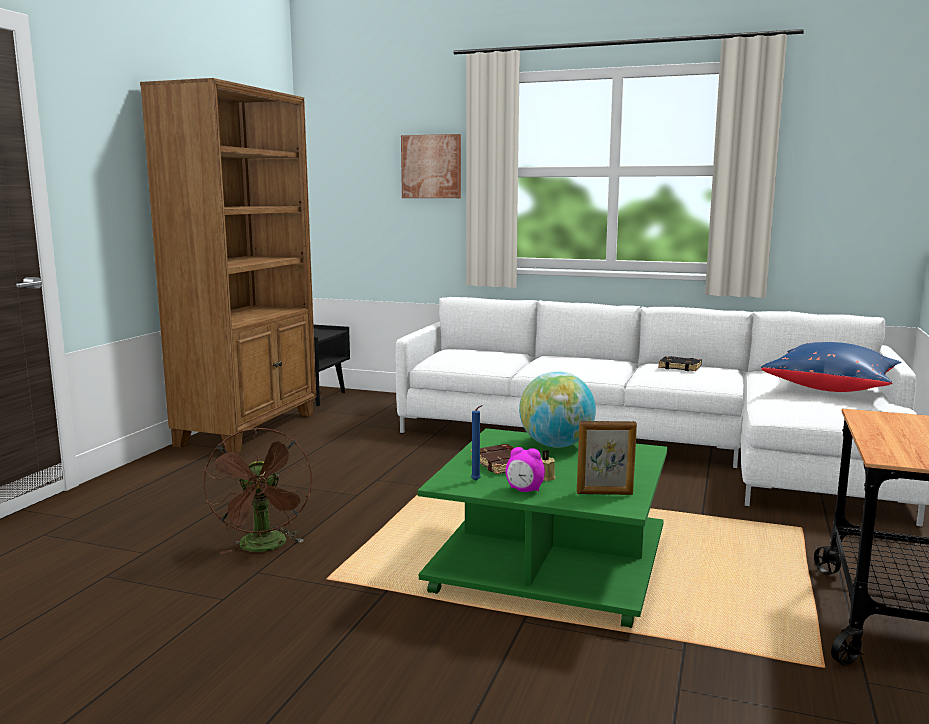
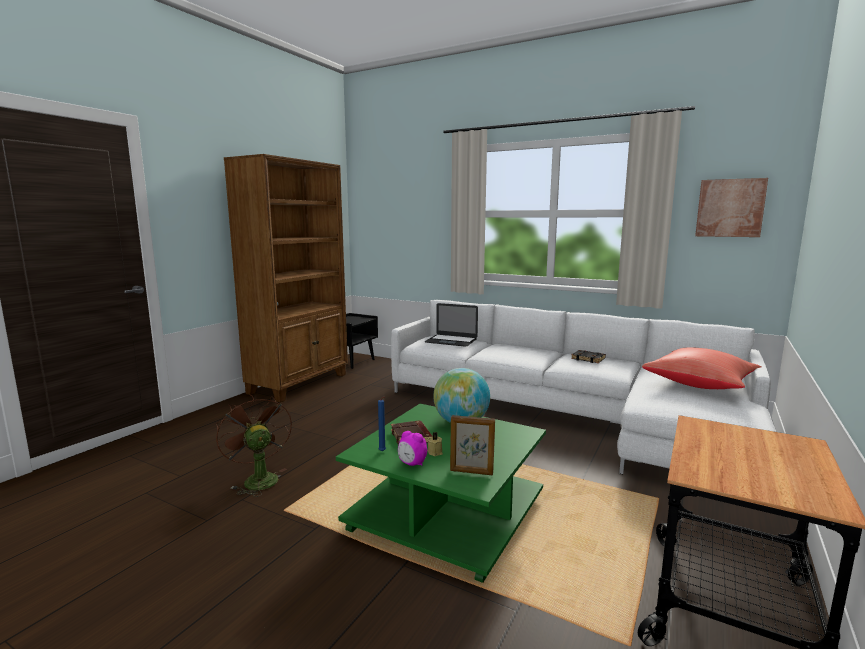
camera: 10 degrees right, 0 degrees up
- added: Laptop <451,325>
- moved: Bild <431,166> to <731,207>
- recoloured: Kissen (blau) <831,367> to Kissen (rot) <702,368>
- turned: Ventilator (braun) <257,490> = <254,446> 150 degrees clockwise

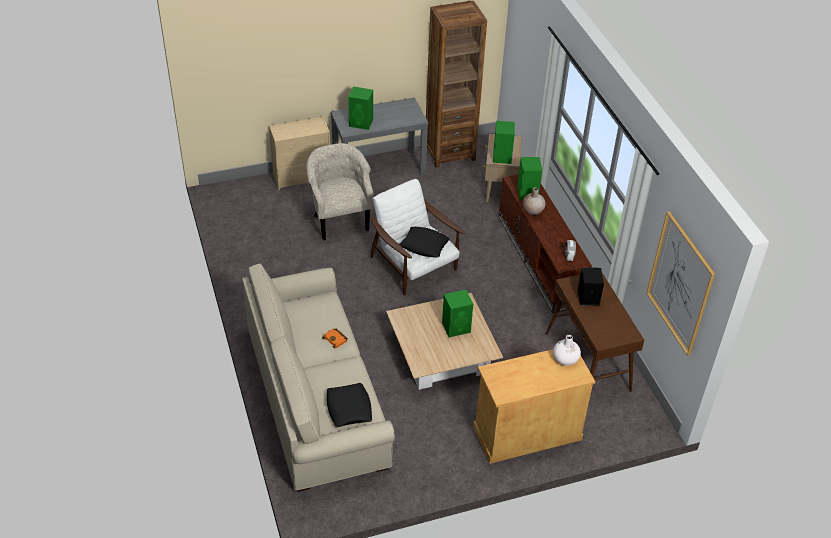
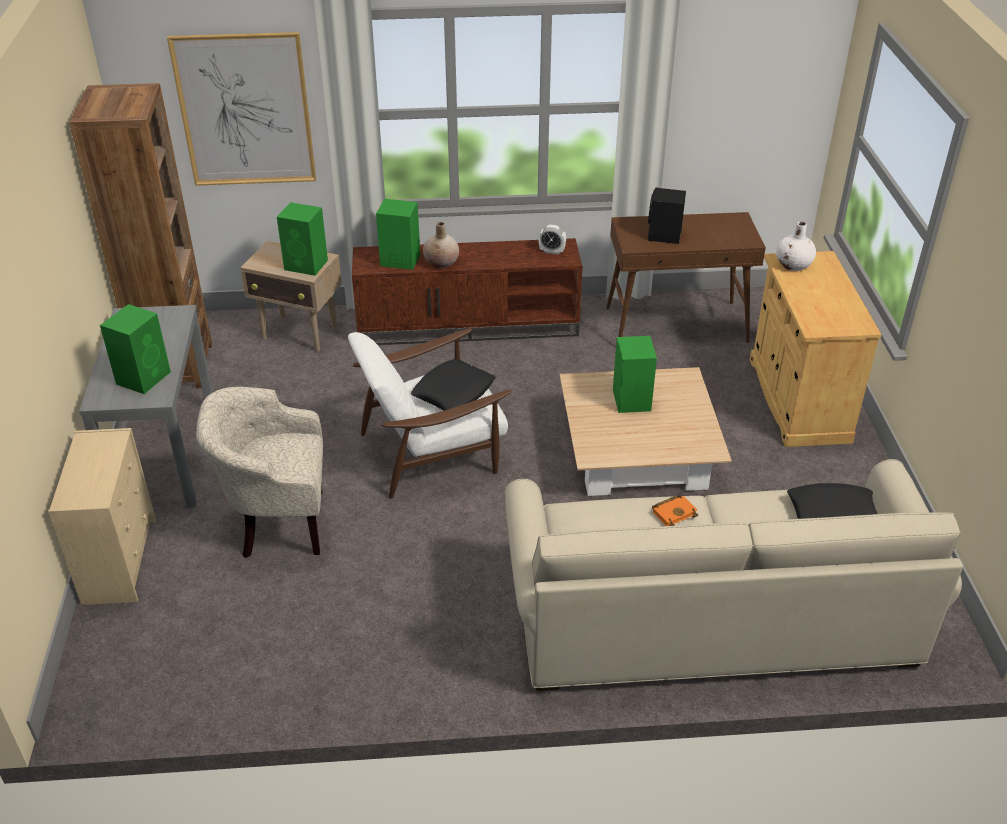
camera: 75 degrees left, 5 degrees down
- moved: Bild <680,283> to <241,109>

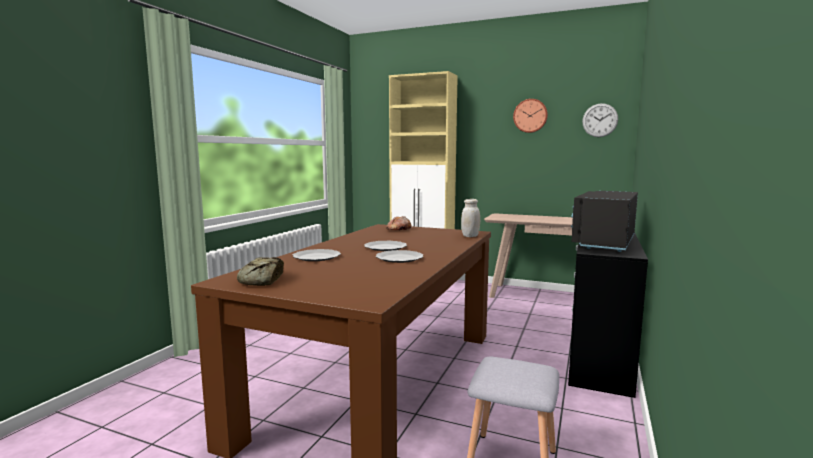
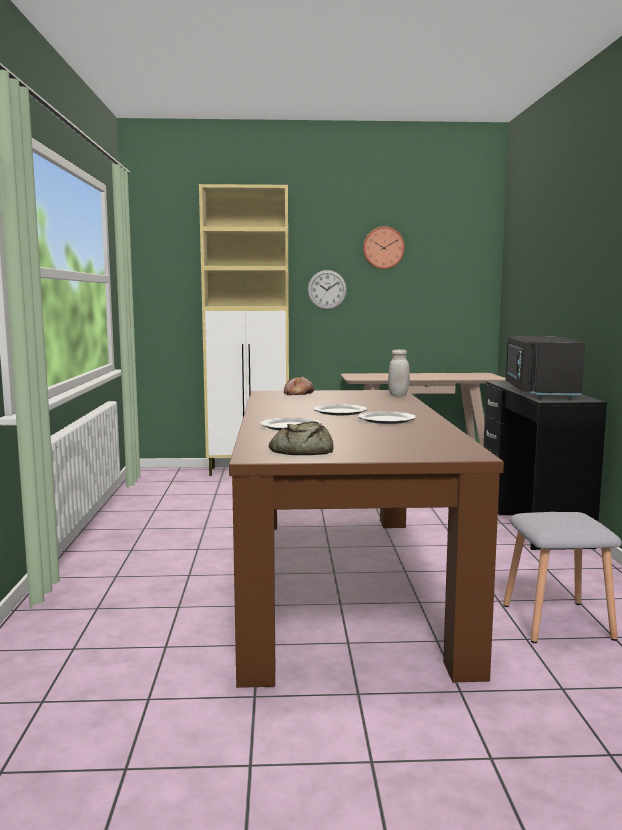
camera: 25 degrees left, 0 degrees up
- moved: Wanduhr <600,120> to <327,290>

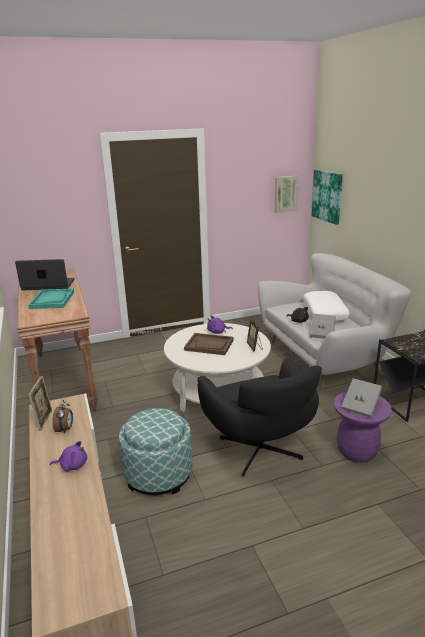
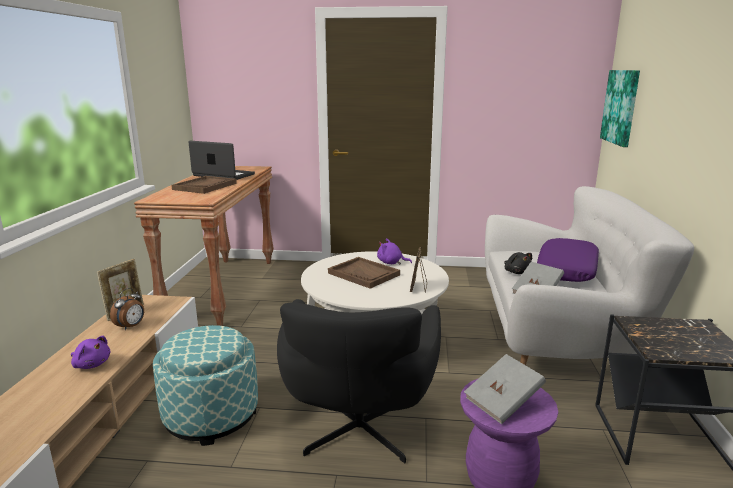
camera: 25 degrees right, 5 degrees down
- removed: Bild <286,194>
- recoloured: Tablett (türkis) <51,298> to Tablett (braun) <204,185>
- recoloured: Kissen (weiß) <326,306> to Kissen (lila) <568,260>

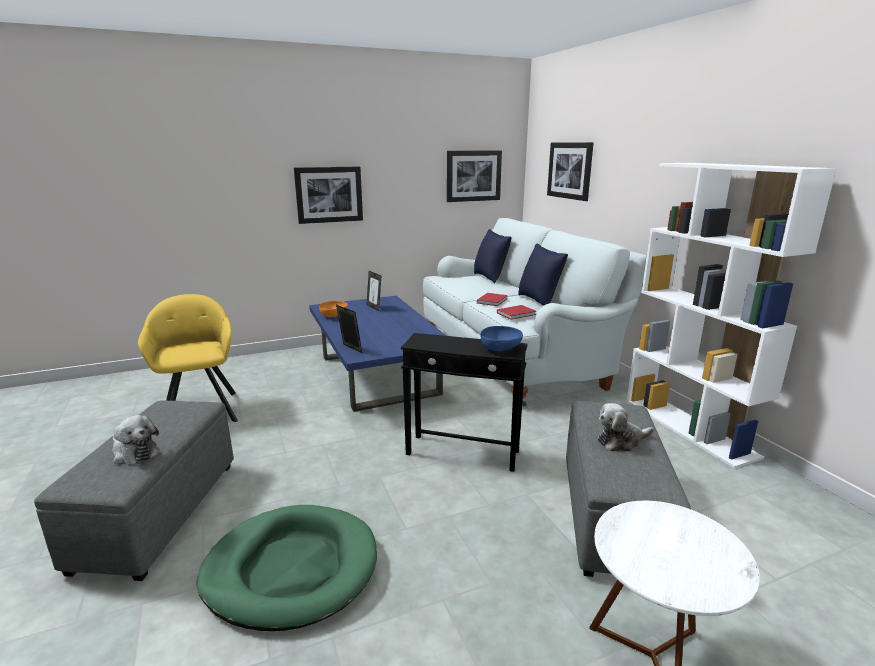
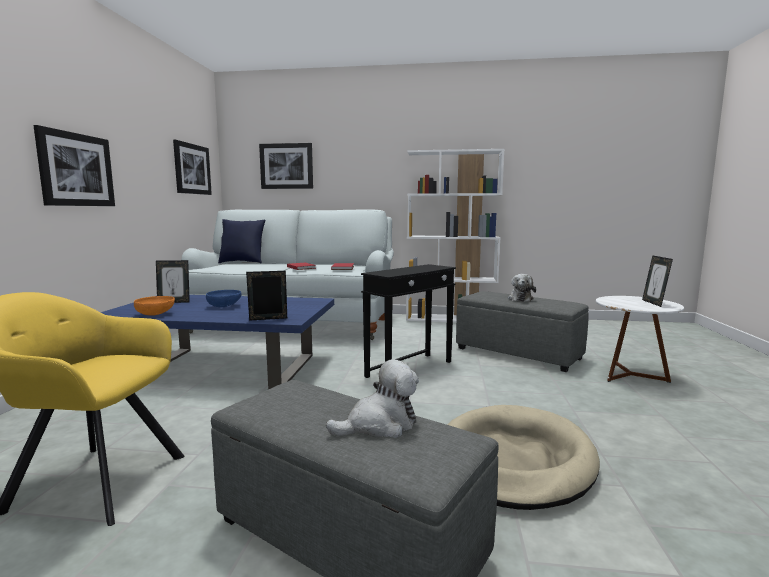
camera: 60 degrees left, 10 degrees down
- removed: Kissen (blau) <543,275>
- added: Bilderrahmen <657,281>
- moved: Schüssel (blau) <501,338> to <224,299>
- recoloured: Hundebett (grün) <287,568> to Hundebett (beige) <523,457>

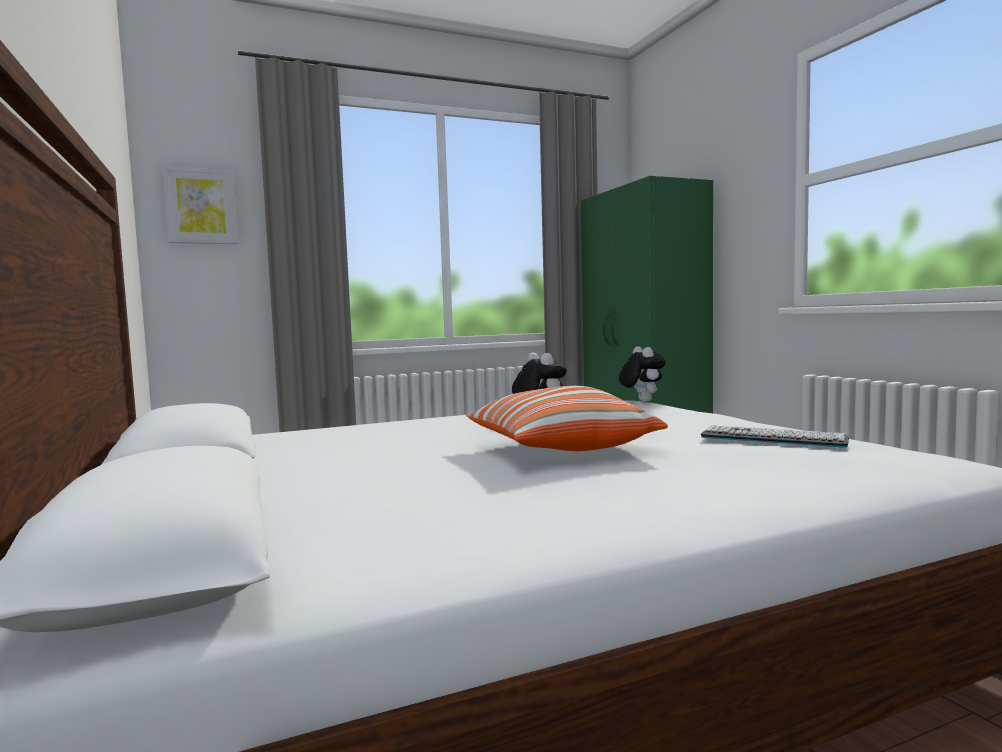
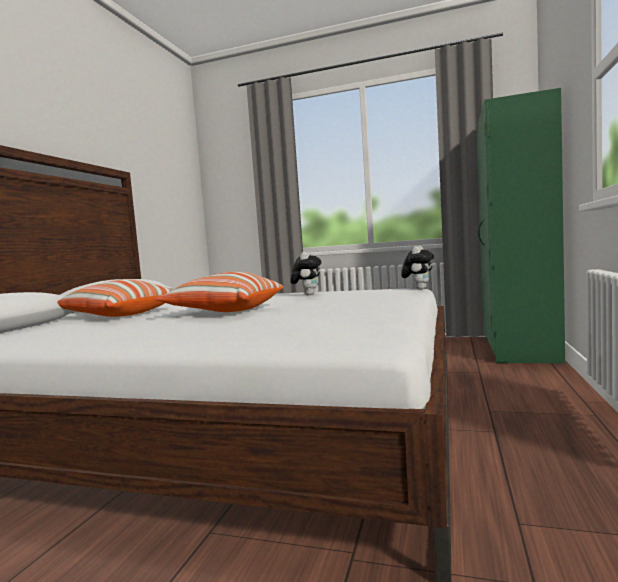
camera: 40 degrees right, 0 degrees up
- removed: Bild <200,205>
- removed: Tastatur <774,436>
- added: Kissen <114,298>

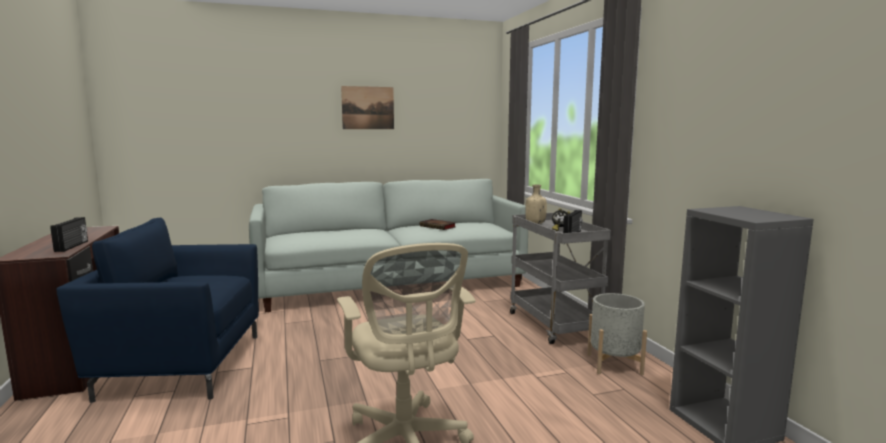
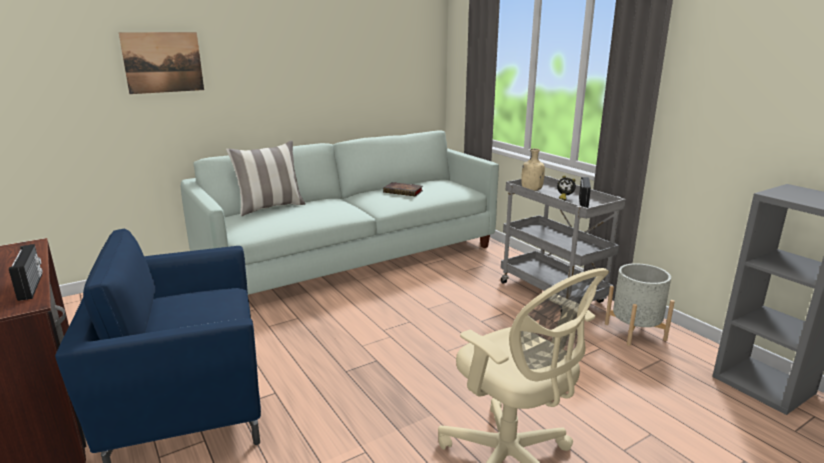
camera: 15 degrees left, 10 degrees up
- added: Kissen <266,178>
- moved: Bild <367,107> to <161,63>

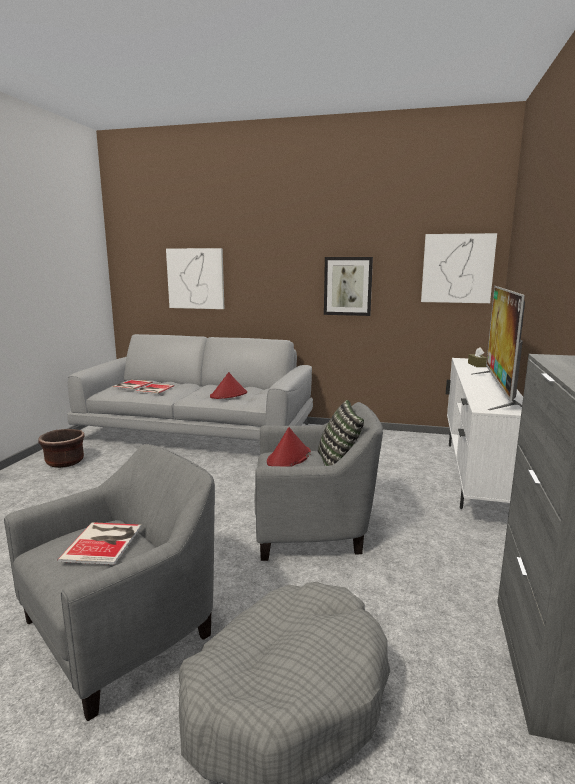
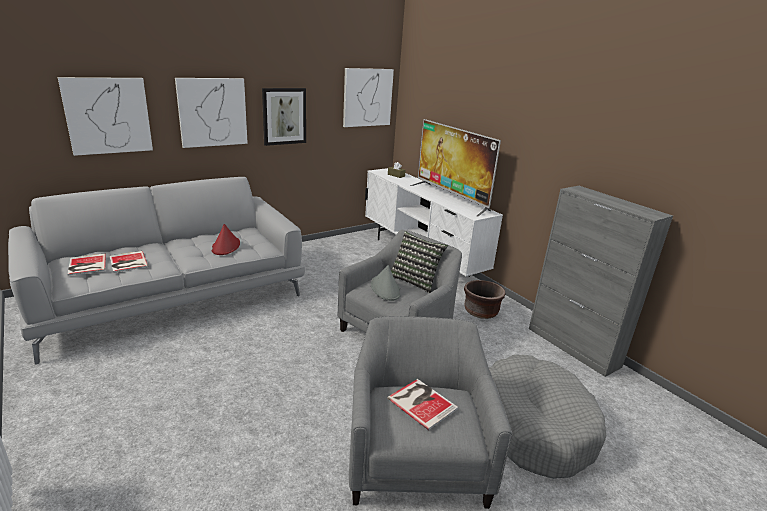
camera: 50 degrees left, 10 degrees up
- added: Bild <211,113>
- moved: Pflanzkübel (braun) <61,448> to <484,299>
- recoloured: Hut (rot) <289,447> to Hut (grau) <386,283>

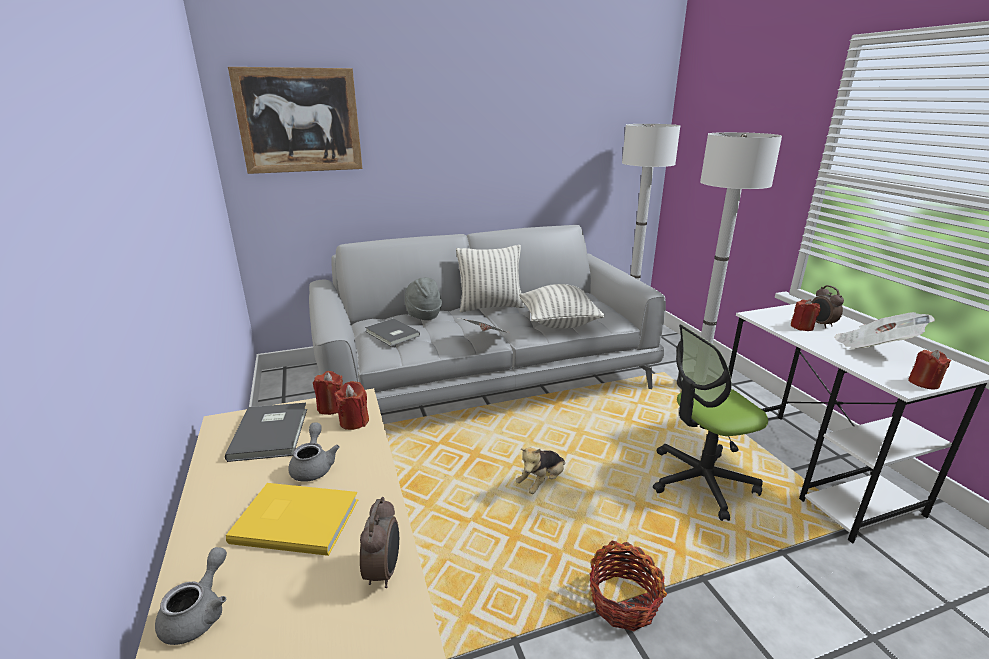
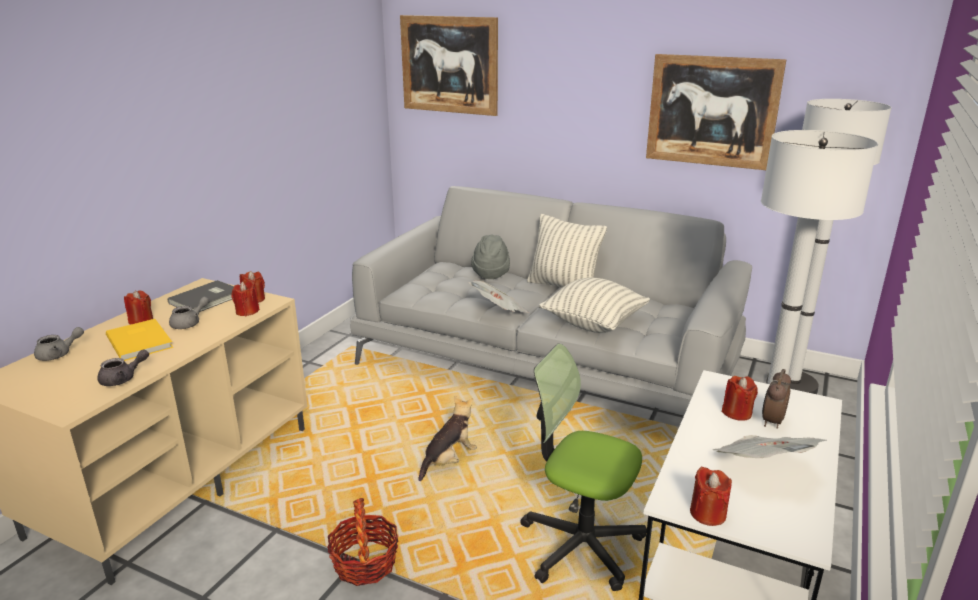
camera: 45 degrees right, 0 degrees up
- removed: Buch (grau) <392,332>
- added: Kerze (rot) <138,308>
- added: Bild <716,112>
- replaced: Wecker <379,542> to Teekanne (grau) <123,368>
- turned: Plüschtier <540,471> = <447,438> 135 degrees clockwise

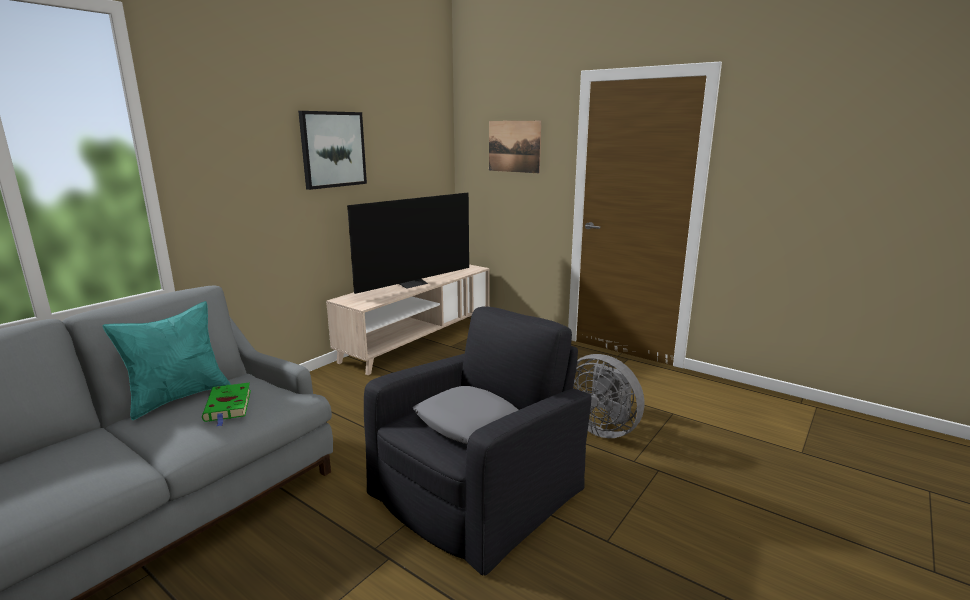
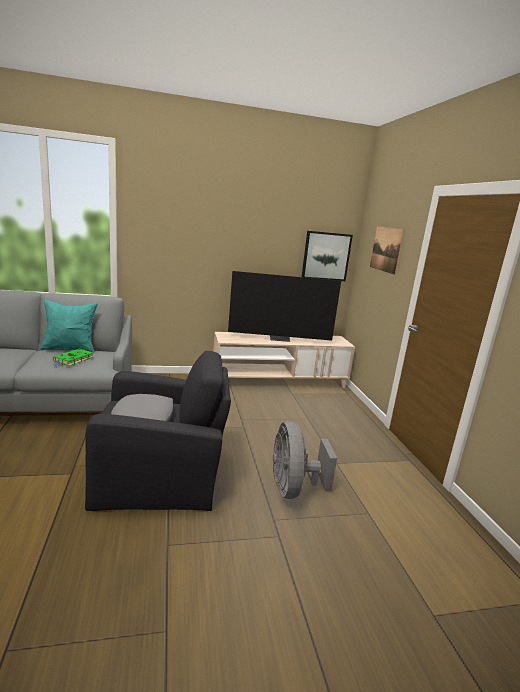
camera: 40 degrees right, 0 degrees up
- moved: Bild <332,150> to <327,256>

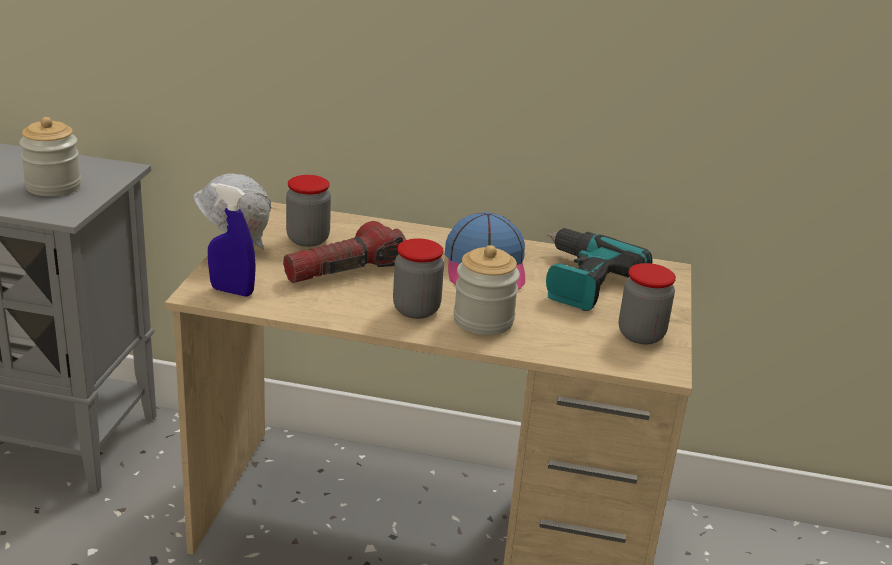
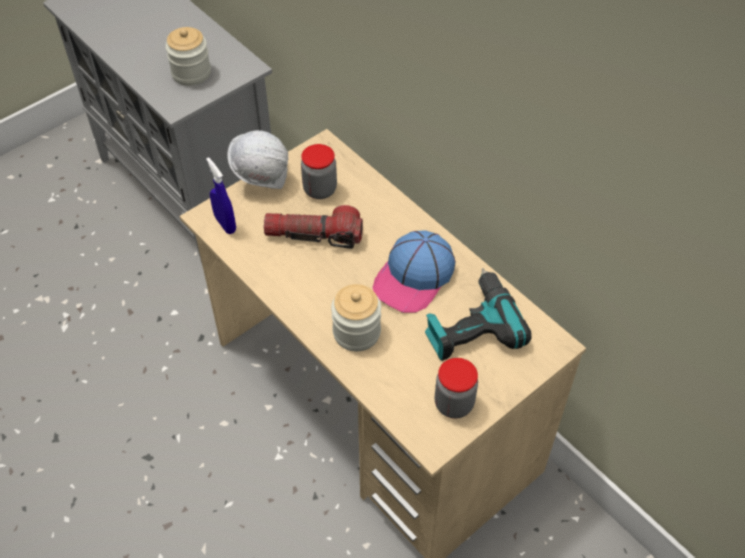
camera: 40 degrees right, 25 degrees up
- removed: Vorratsglas <418,278>

